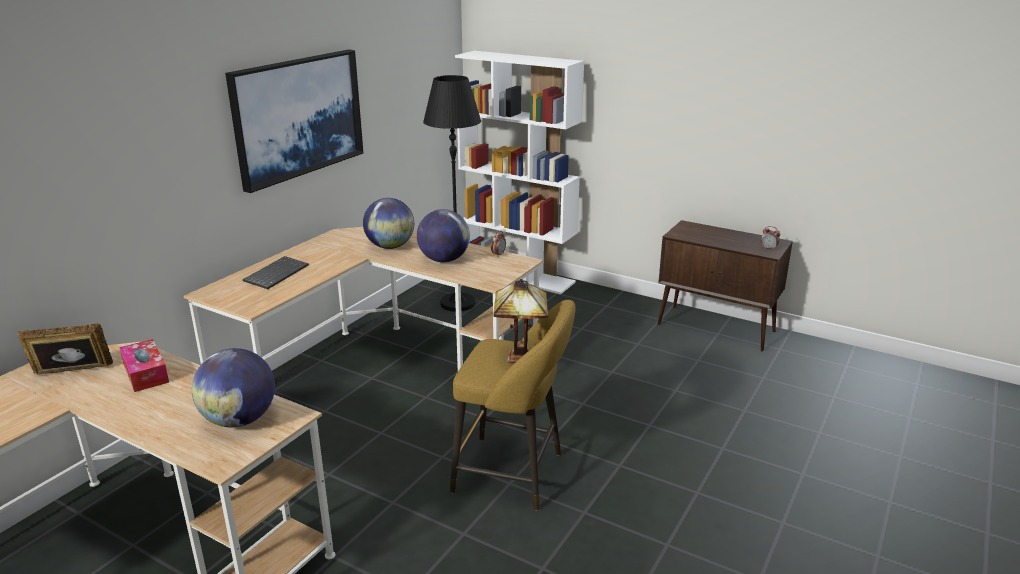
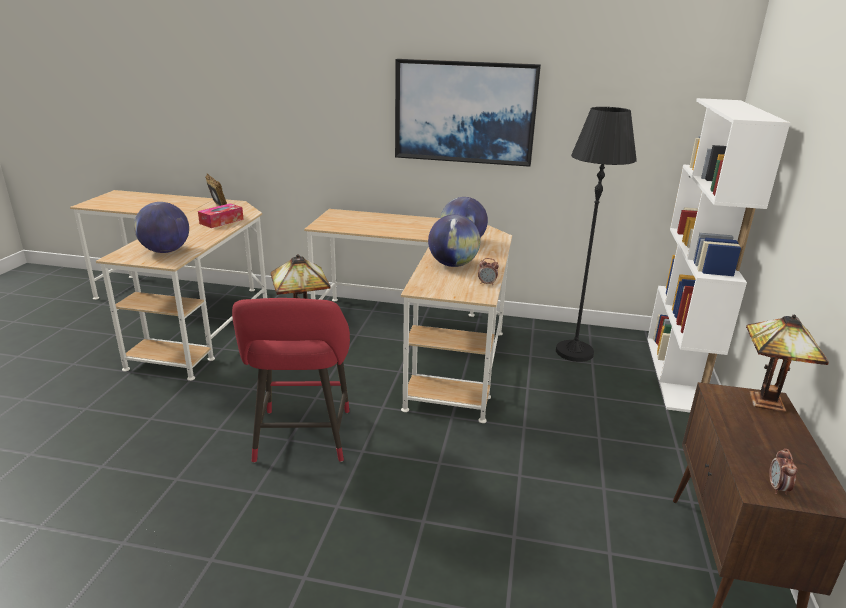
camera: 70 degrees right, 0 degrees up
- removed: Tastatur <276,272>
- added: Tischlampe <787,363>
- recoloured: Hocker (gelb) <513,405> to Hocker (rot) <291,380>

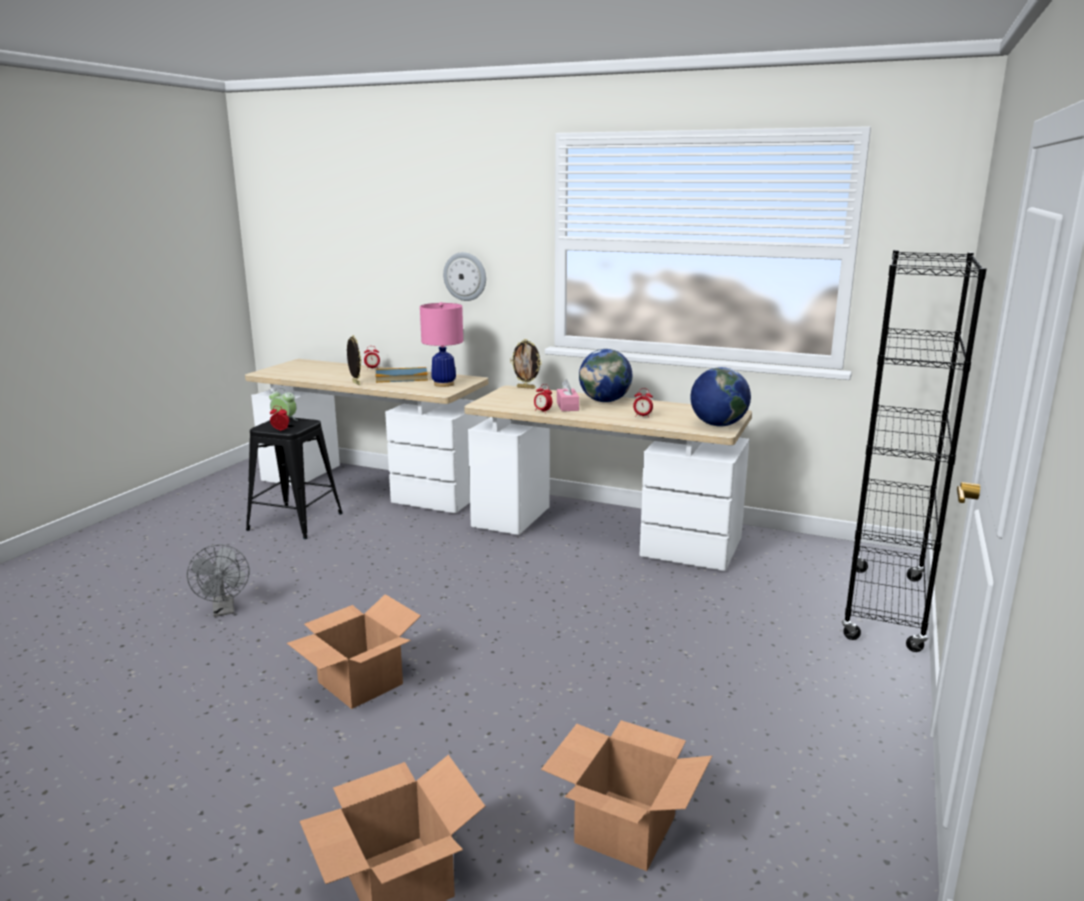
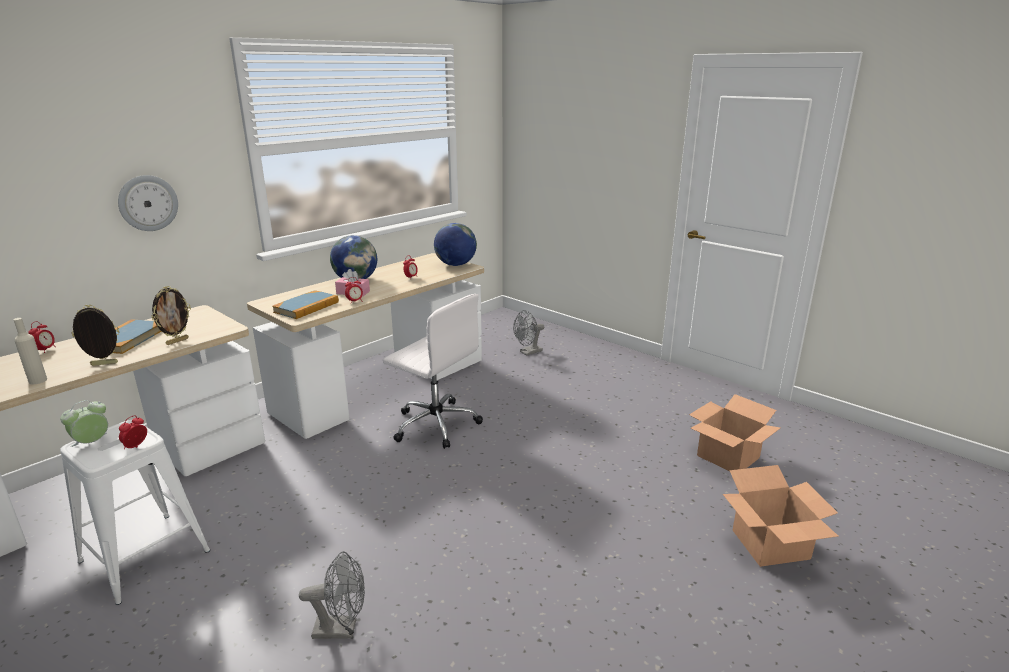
camera: 70 degrees left, 5 degrees up
- removed: Karton <354,651>
- removed: Tischlampe (rosa) <441,344>
- removed: Bücherregal (schwarz) <914,451>
- added: Flasche (beige) <30,351>
- added: Buch <305,304>
- added: Bürostuhl (weiß) <433,371>
- added: Ventilator (grau) <528,333>
- moved: Bilderrahmen <526,364> to <171,315>
- recoloured: Hocker (schwarz) <294,478> to Hocker (weiß) <135,512>

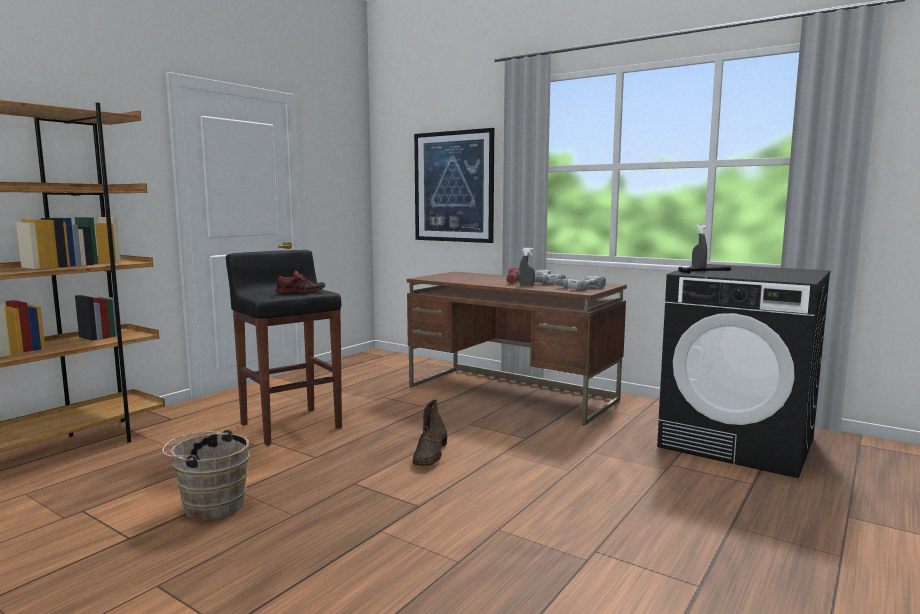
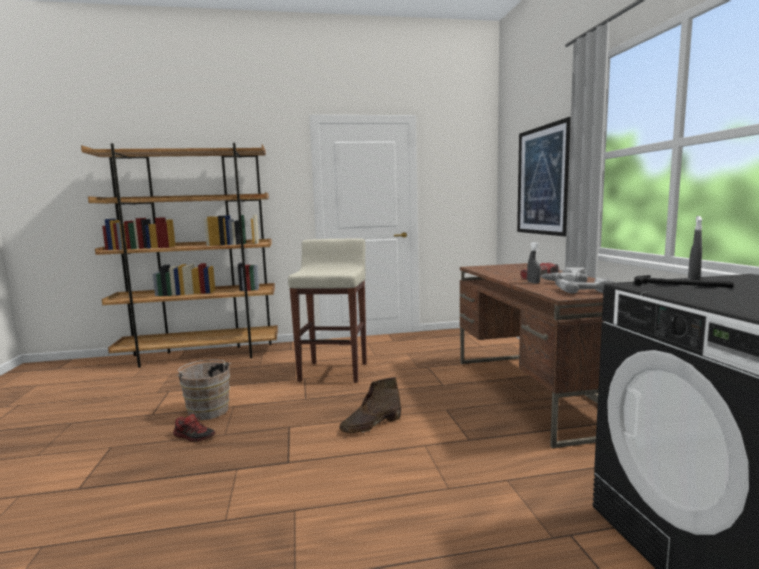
camera: 45 degrees right, 0 degrees up
- moved: Schuh <300,282> to <194,428>
- recoloured: Hocker (schwarz) <284,348> to Hocker (beige) <327,310>

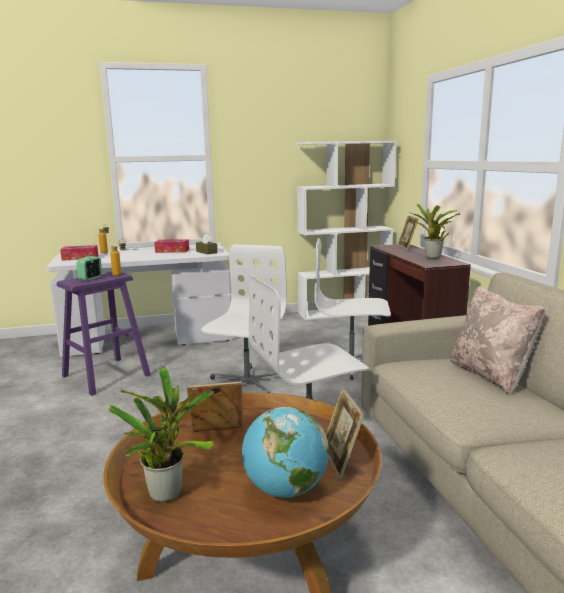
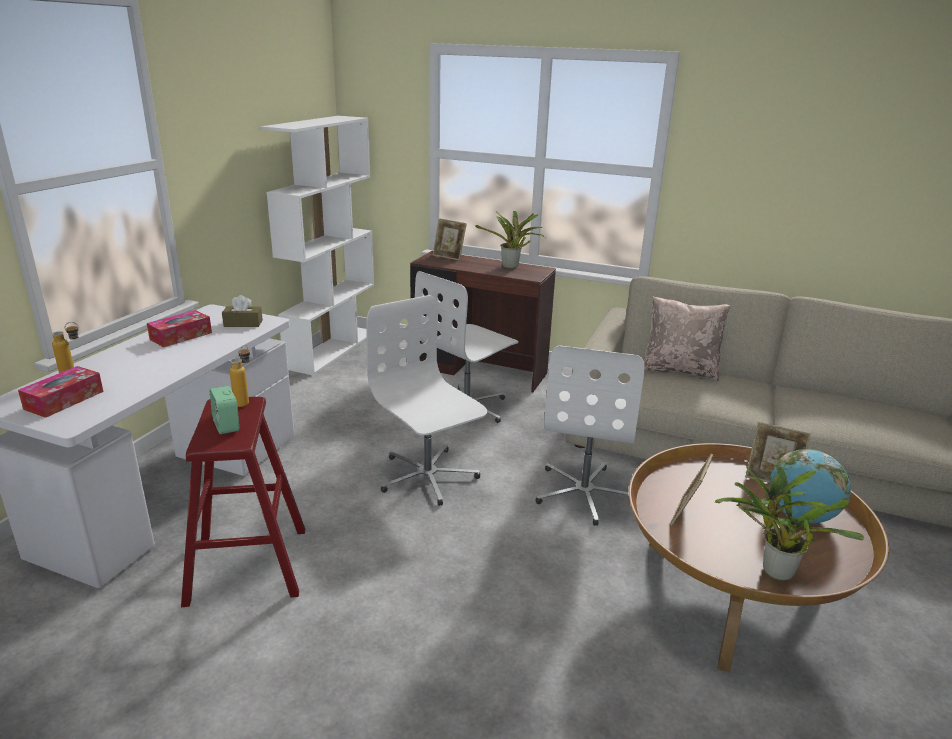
camera: 55 degrees left, 10 degrees up
- recoloured: Hocker (lila) <104,334> to Hocker (rot) <243,502>

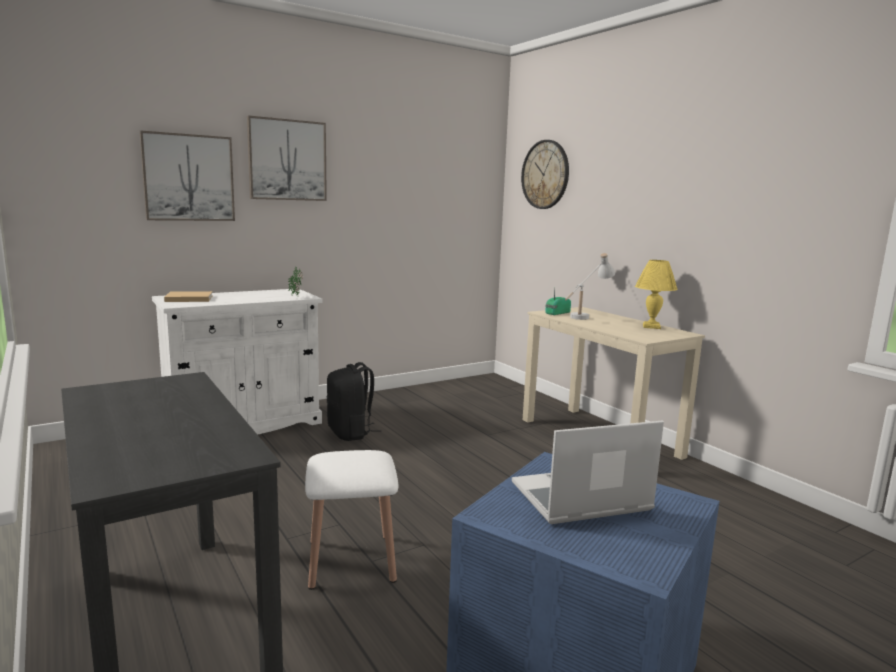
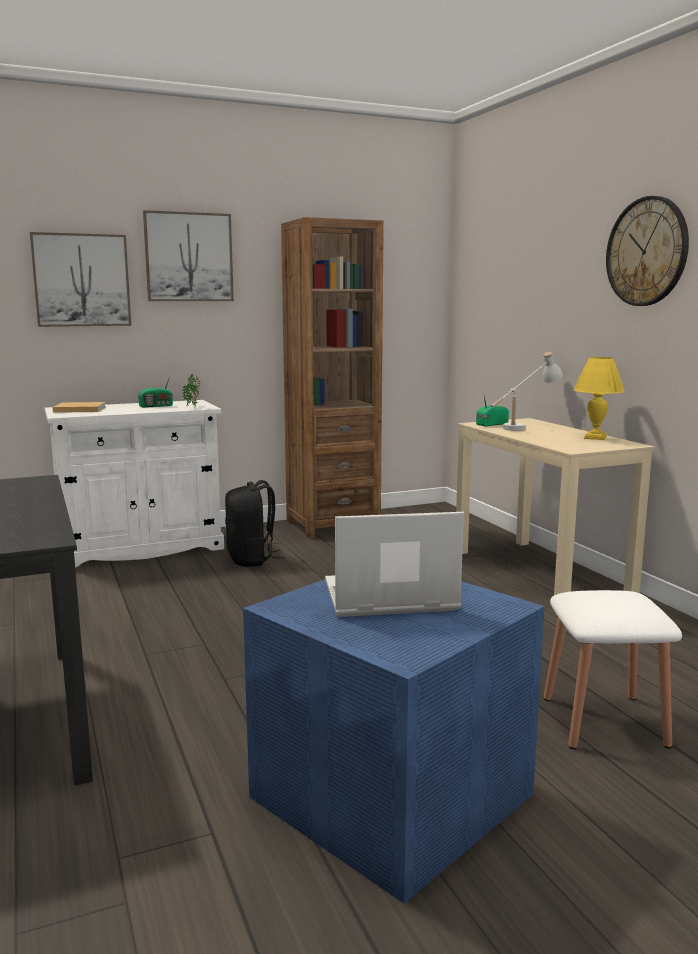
camera: 10 degrees right, 0 degrees up
- added: Radio <155,391>
- added: Bücherregal (braun) <332,377>
- moved: Hocker (weiß) <351,520> to <613,669>
- moved: Wanduhr <545,174> to <647,251>

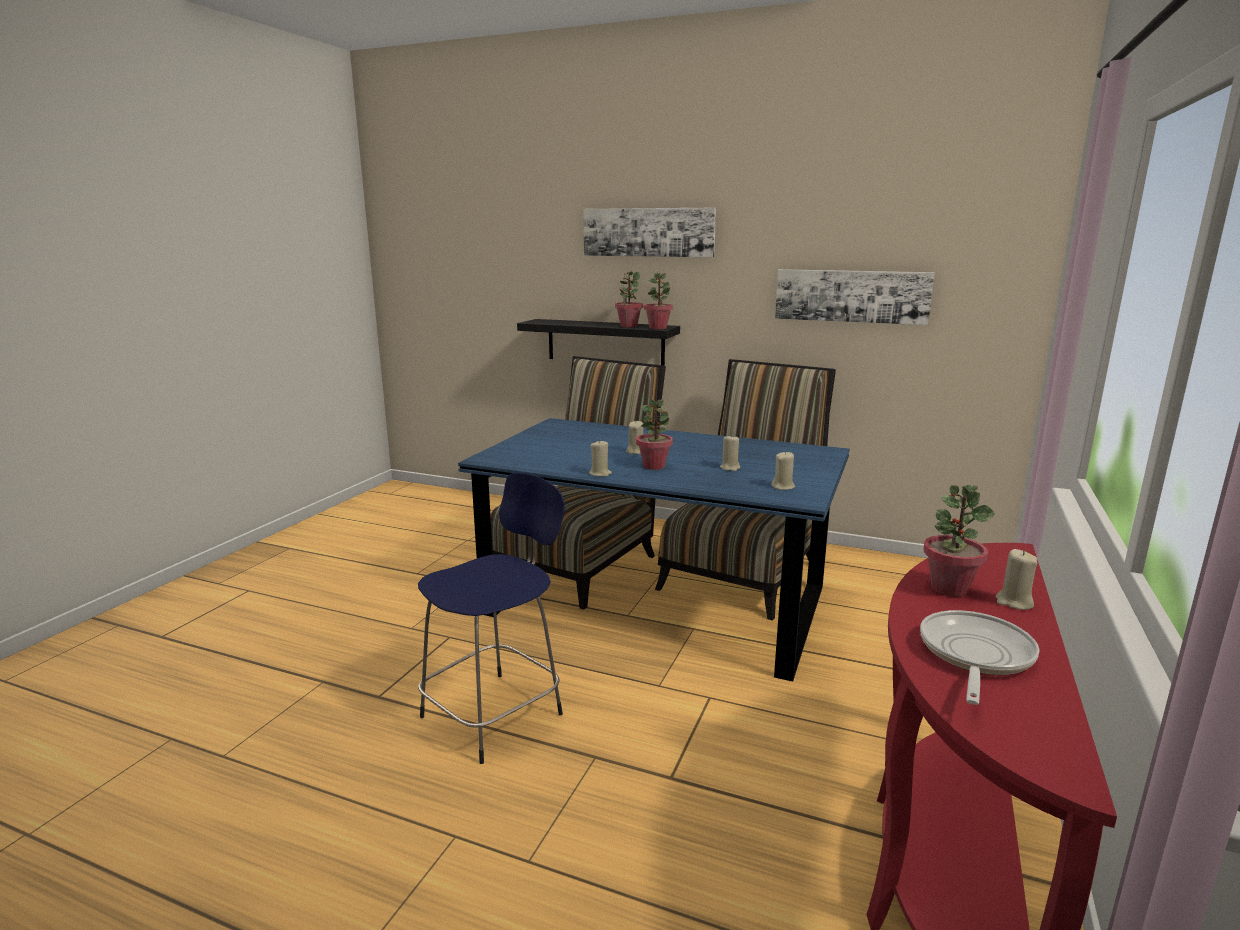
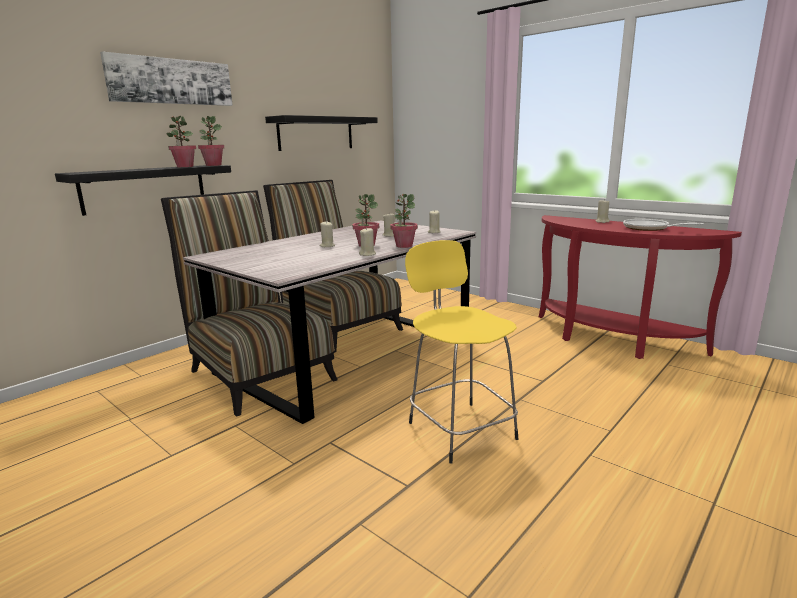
camera: 70 degrees left, 0 degrees up
- moved: Topfpflanze <959,541> to <404,221>
- replaced: Bild <855,297> to Wandregal (schwarz) <321,133>
- recoloured: Hocker (blau) <491,618> to Hocker (gelb) <461,352>
- recoloured: Esstisch (blau) <653,550> to Esstisch (grau) <329,322>

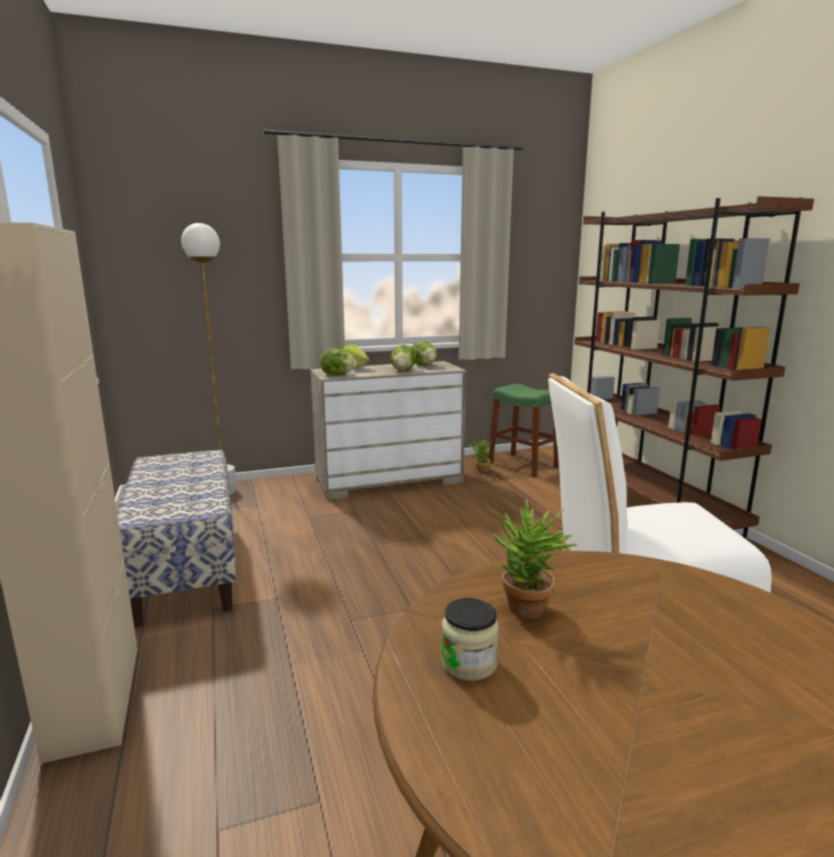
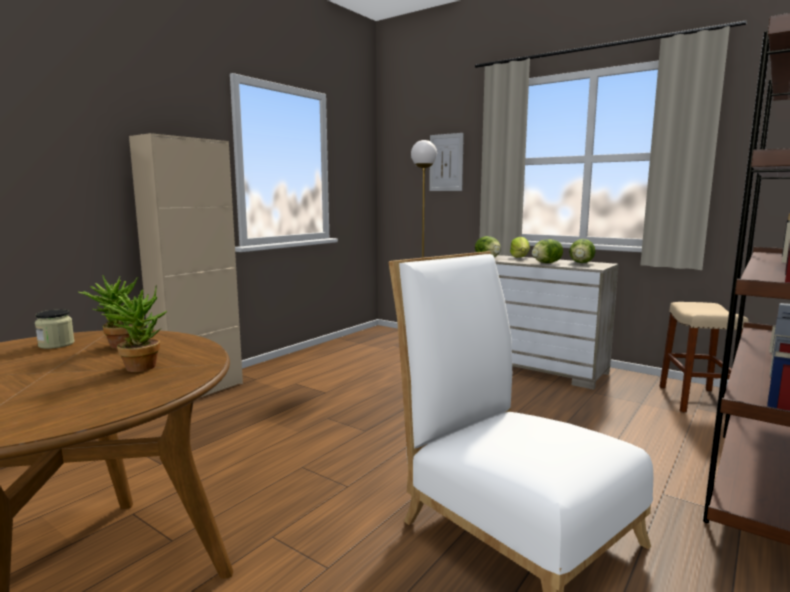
camera: 55 degrees right, 5 degrees down
- removed: Bank <177,538>
- added: Bild <446,162>
- moved: Topfpflanze <480,455> to <133,328>
- recoloured: Hocker (grün) <523,430> to Hocker (beige) <704,357>

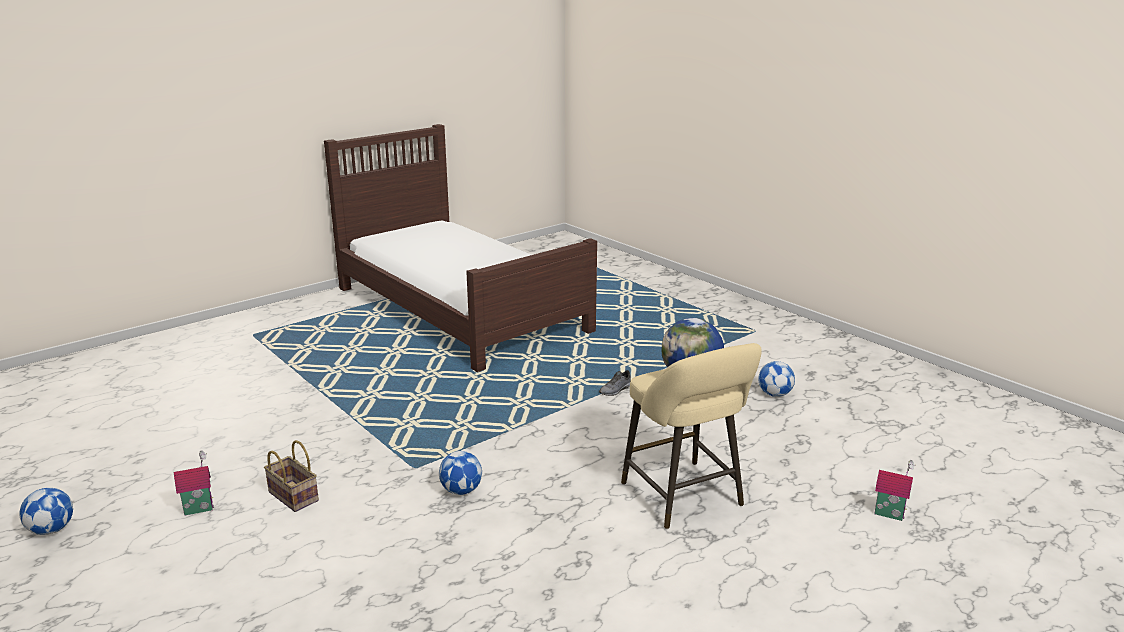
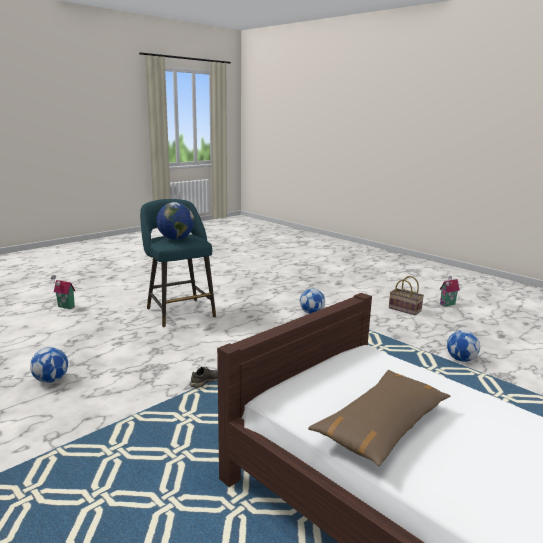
camera: 175 degrees right, 5 degrees down
- added: Kissen (braun) <379,418>
- moved: Fußball <46,511> to <463,346>
- recoloured: Hocker (beige) <691,436> to Hocker (türkis) <178,263>

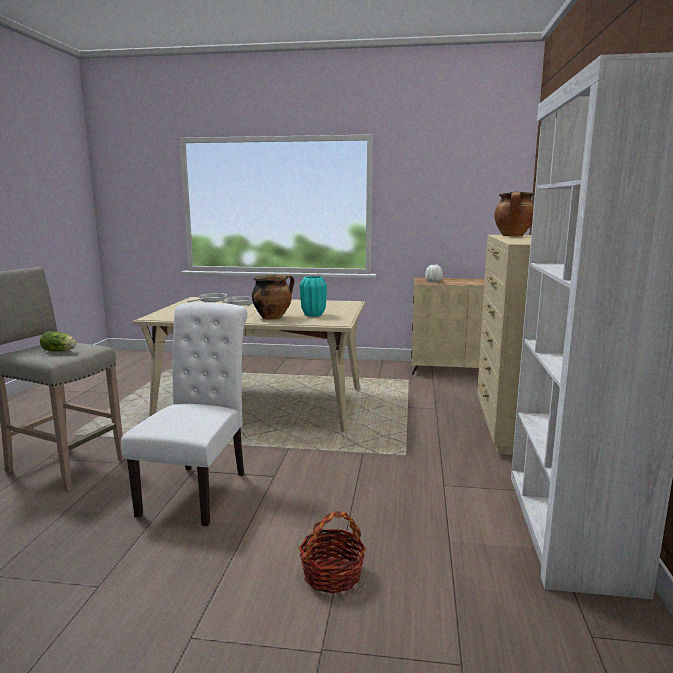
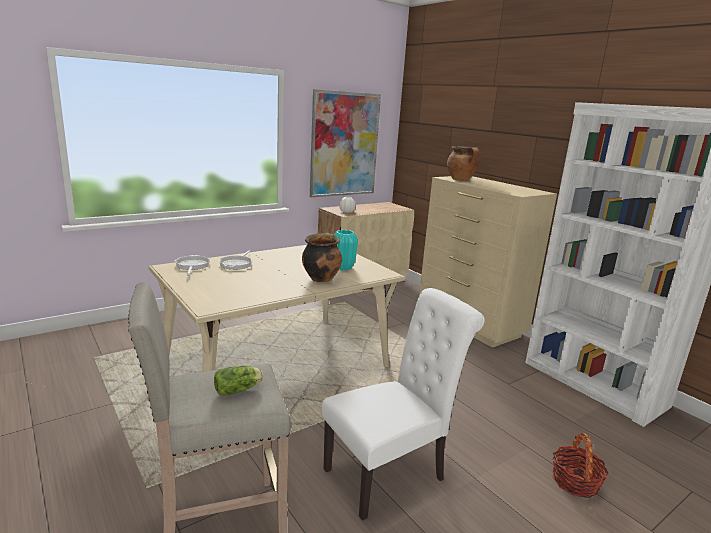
camera: 45 degrees left, 5 degrees up
- added: Bild <345,143>
- turned: Stuhl (weiß) <184,414> = <403,404> 90 degrees clockwise

